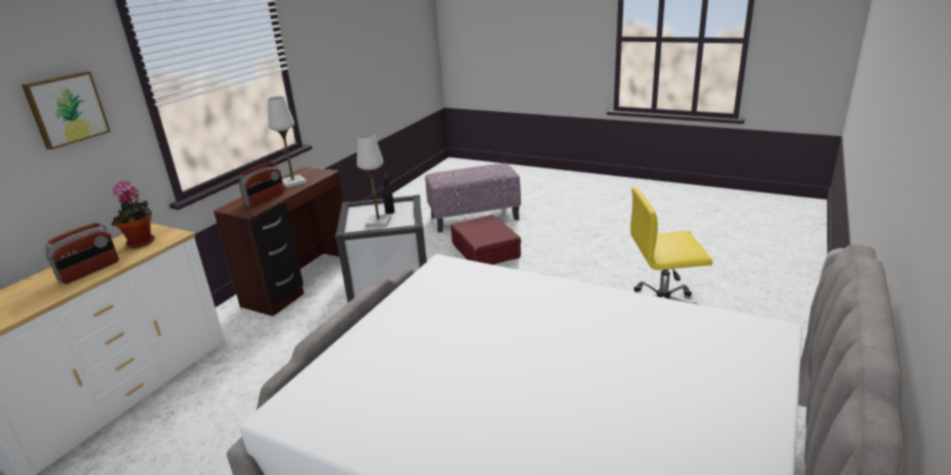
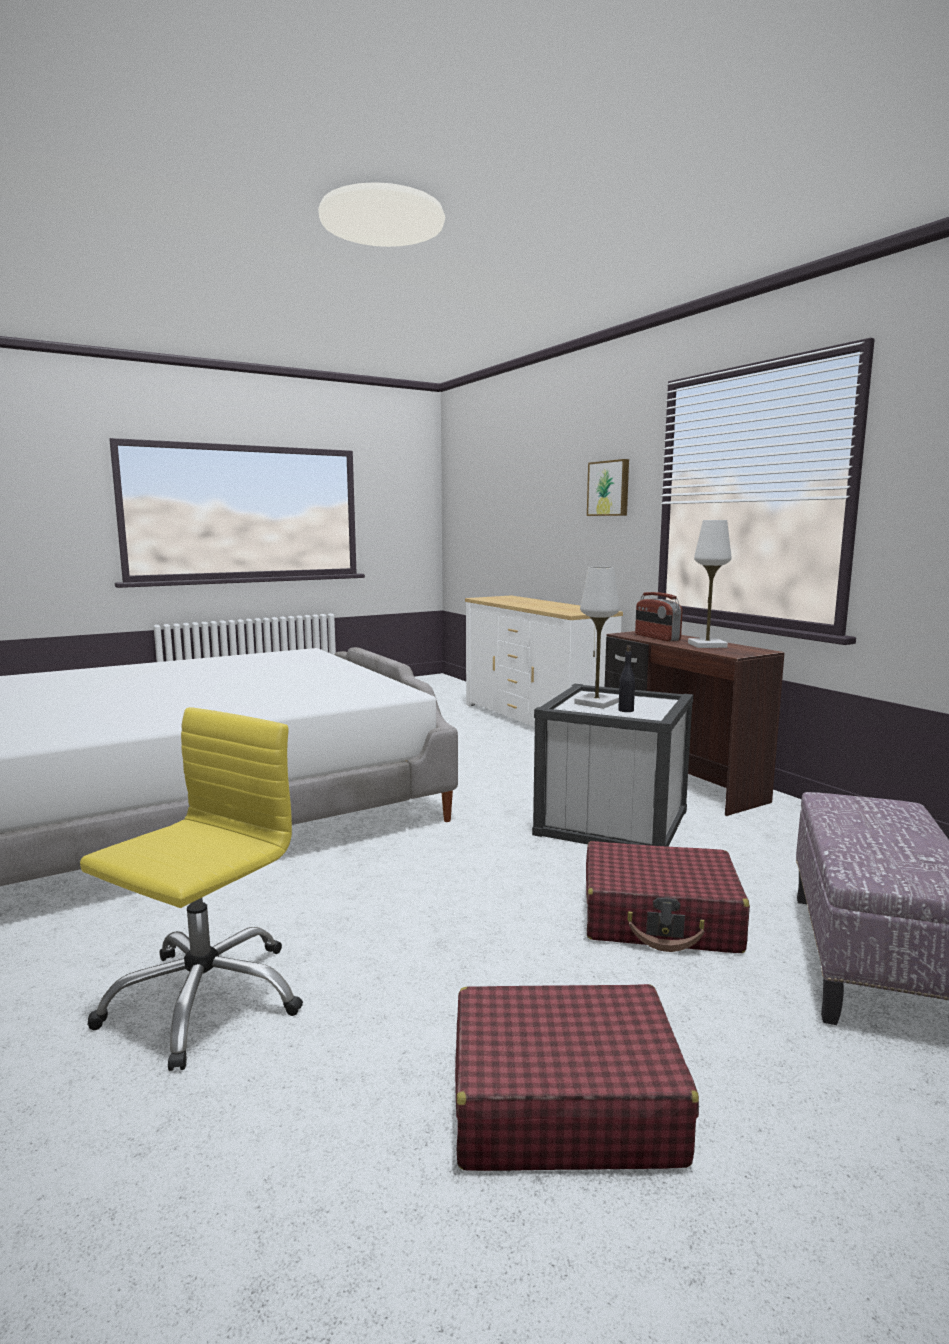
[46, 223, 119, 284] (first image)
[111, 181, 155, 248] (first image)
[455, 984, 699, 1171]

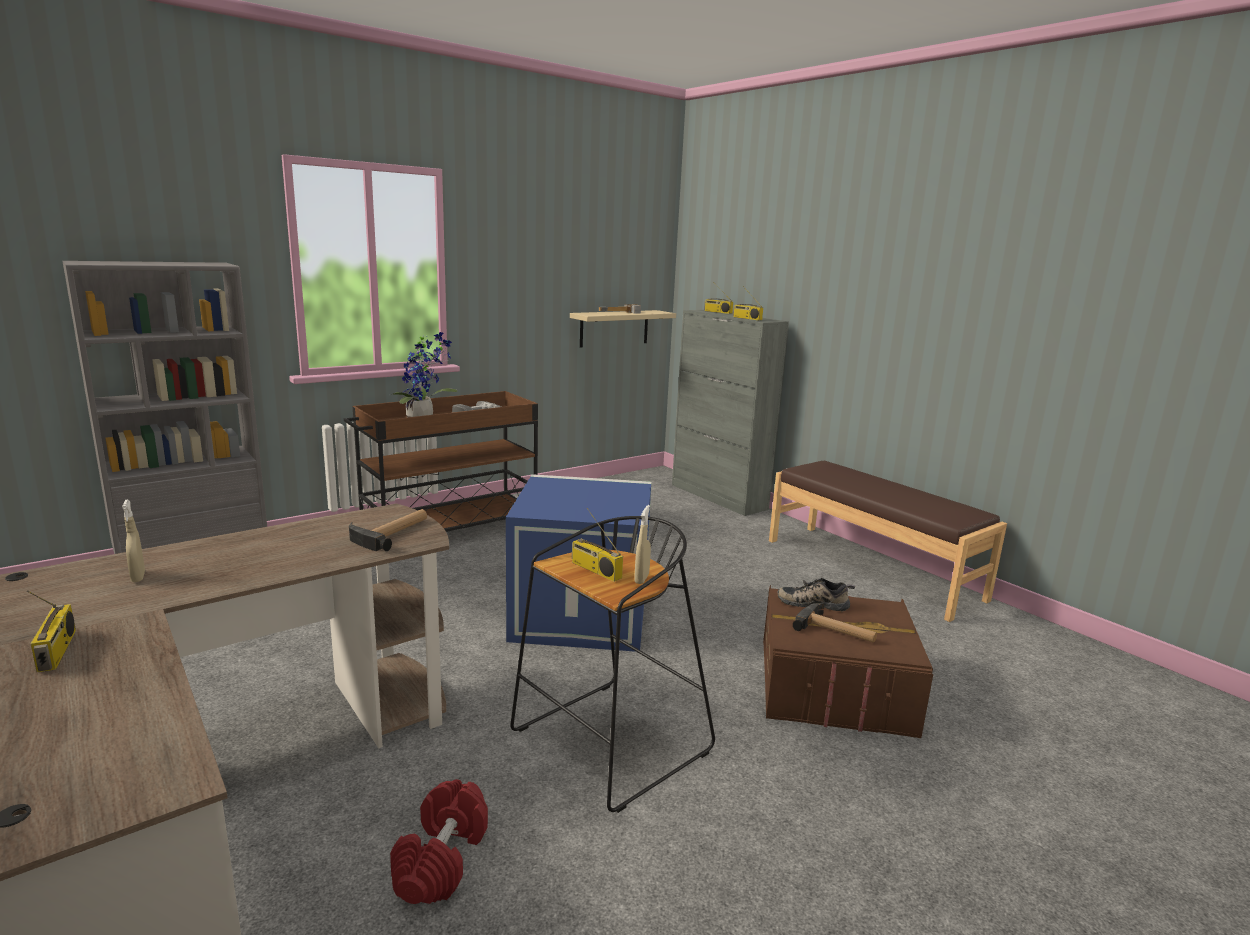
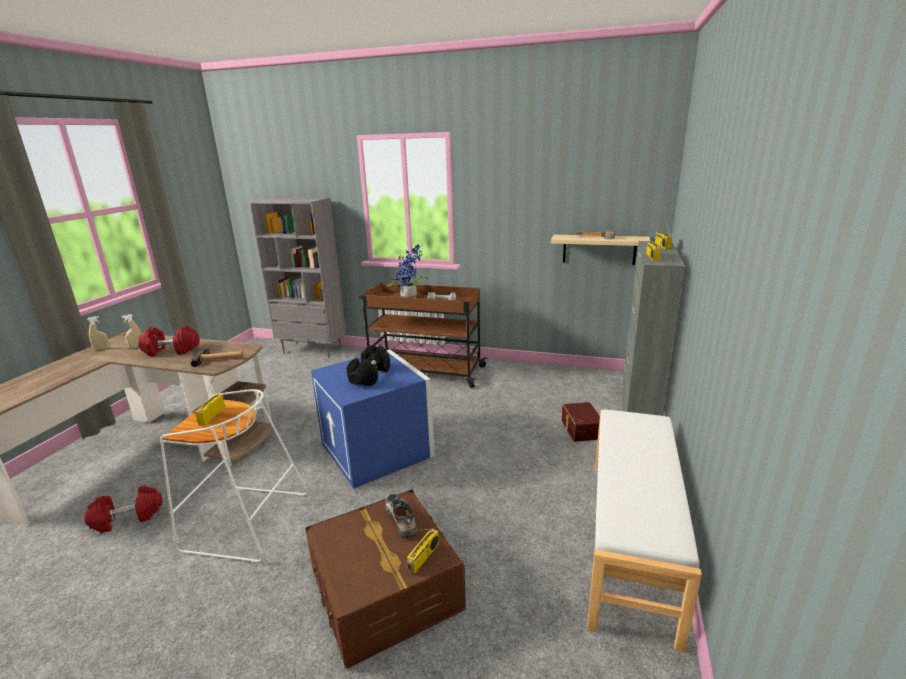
[407, 528, 439, 574]
[160, 389, 308, 564]
[87, 316, 110, 350]
[587, 409, 702, 653]
[793, 603, 877, 643] (first image)
[138, 325, 200, 356]
[347, 345, 390, 386]
[562, 402, 600, 442]

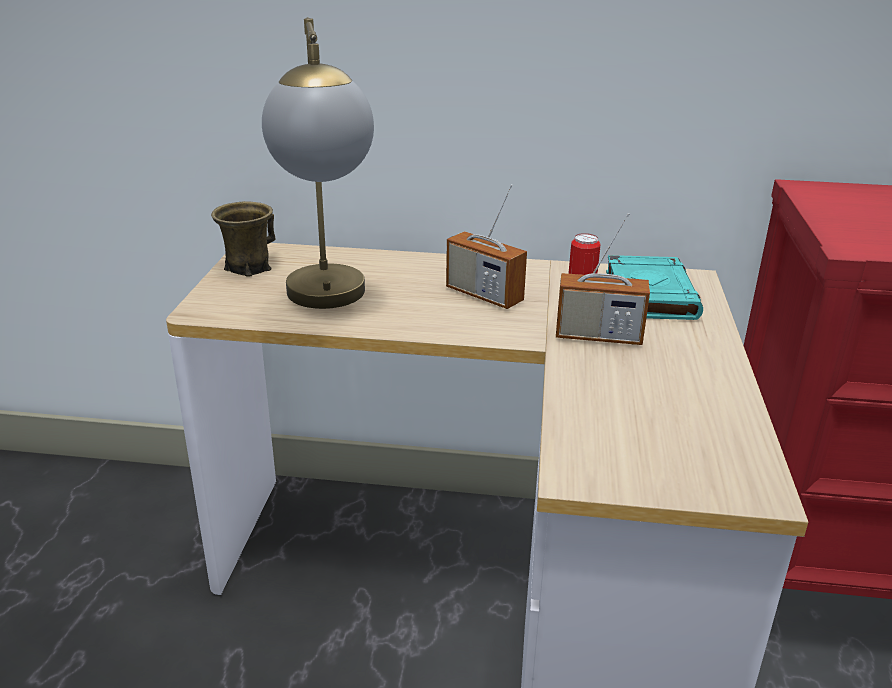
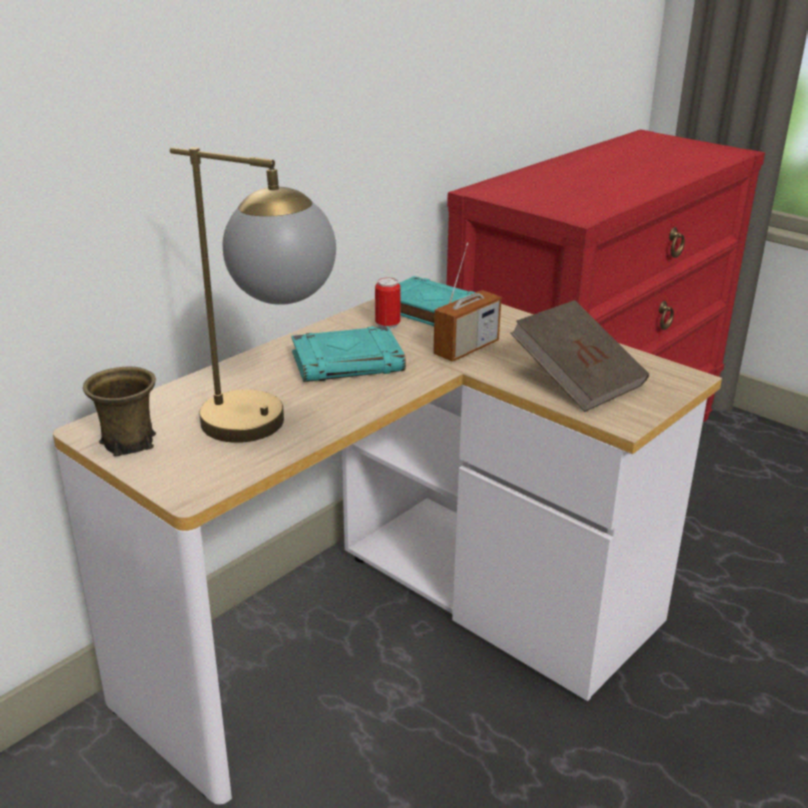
[291, 326, 406, 382]
[510, 300, 649, 412]

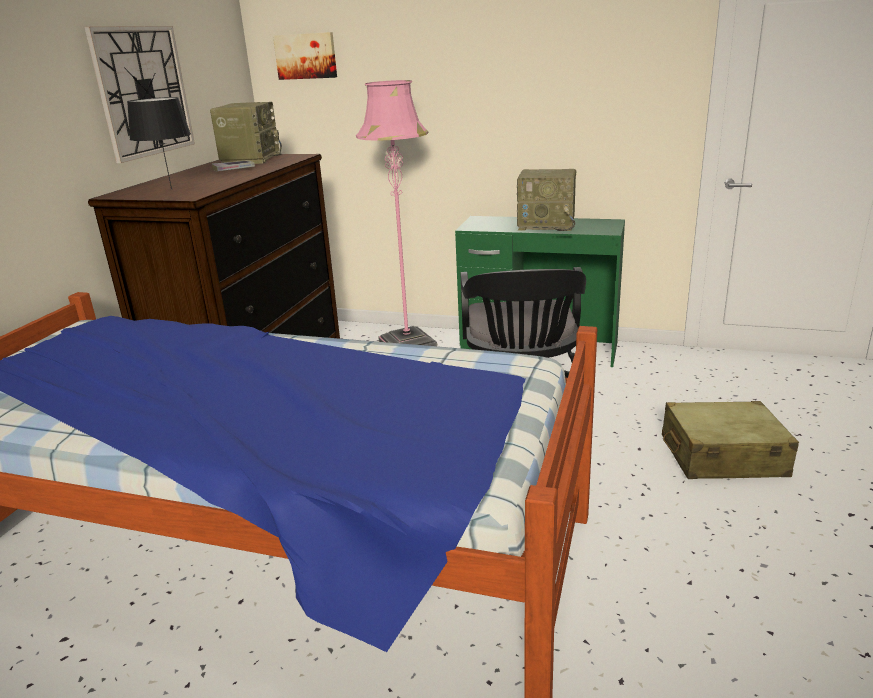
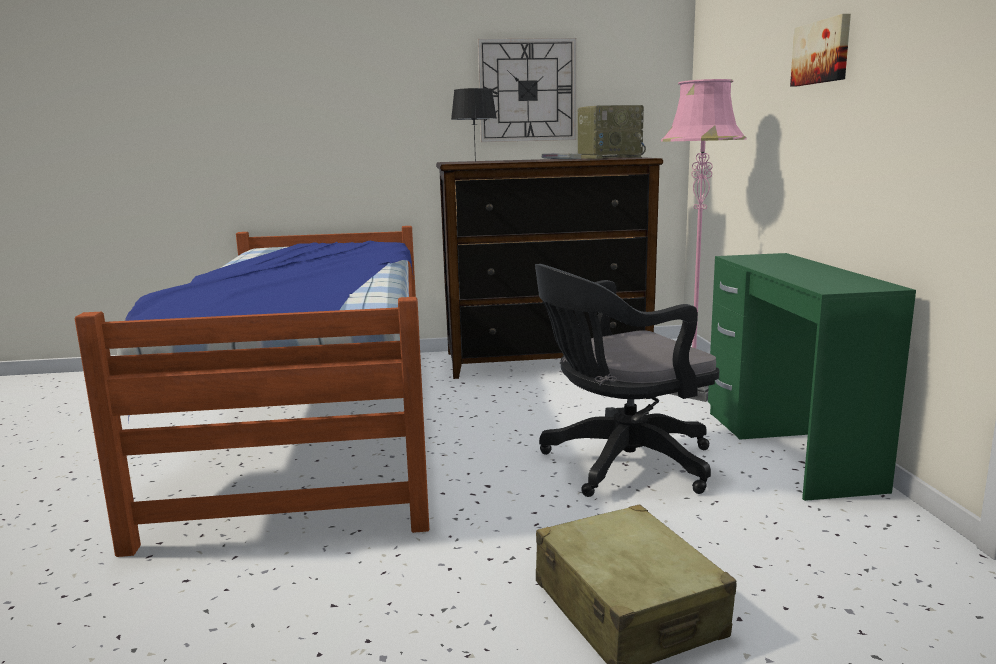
[790, 14, 851, 87]
[517, 169, 576, 231] (first image)

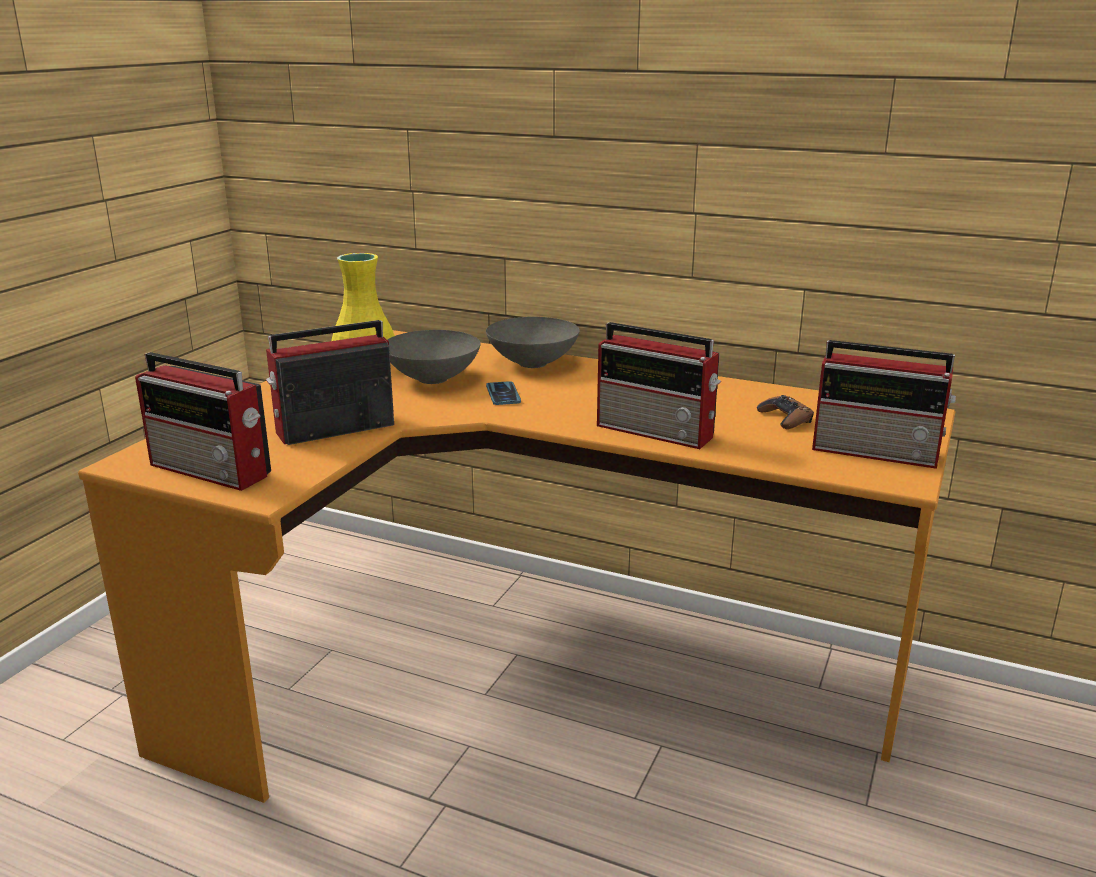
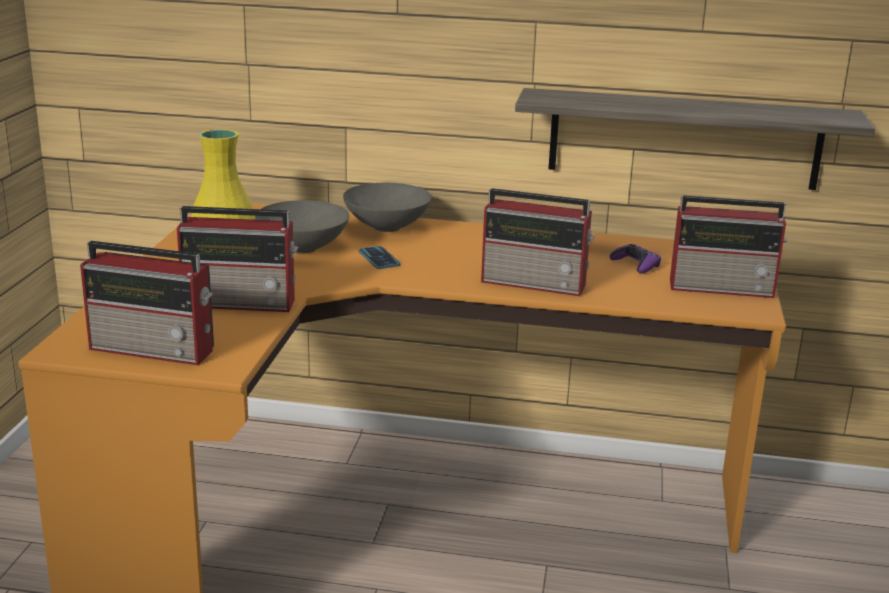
[177, 206, 298, 312]
[610, 244, 661, 274]
[515, 88, 875, 190]

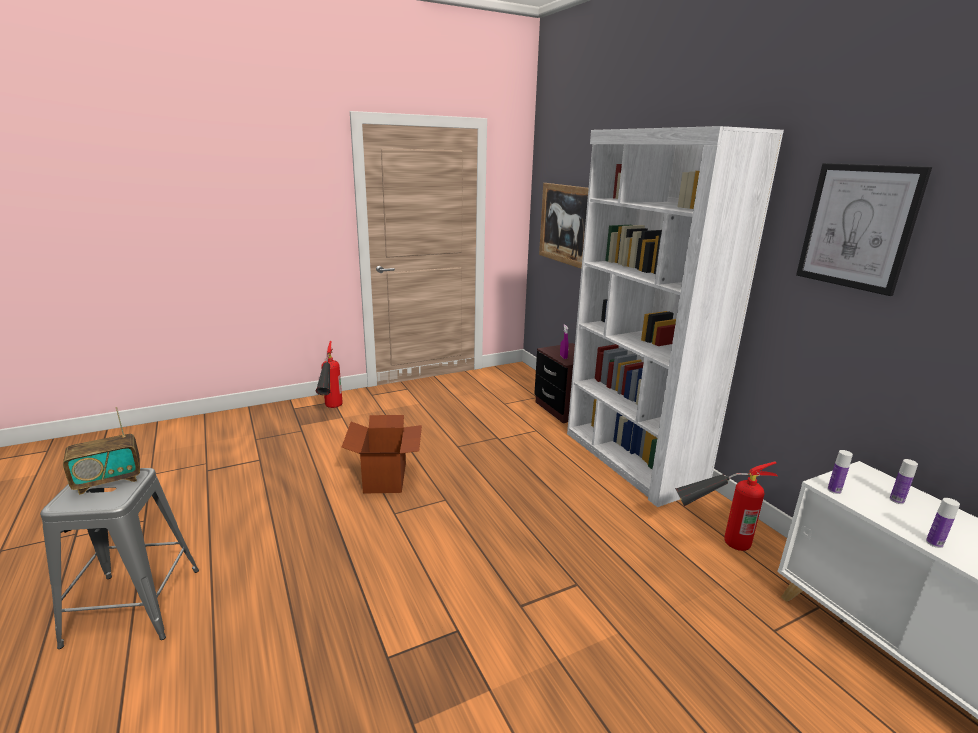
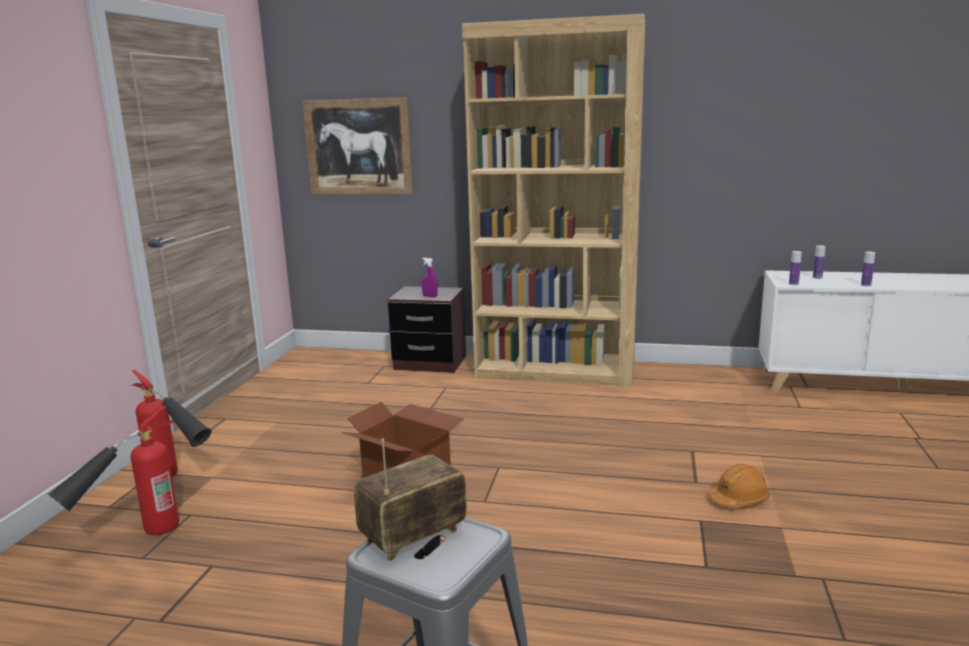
[354, 438, 467, 561]
[462, 14, 645, 387]
[48, 406, 179, 535]
[796, 163, 932, 296] (first image)
[709, 464, 770, 507]

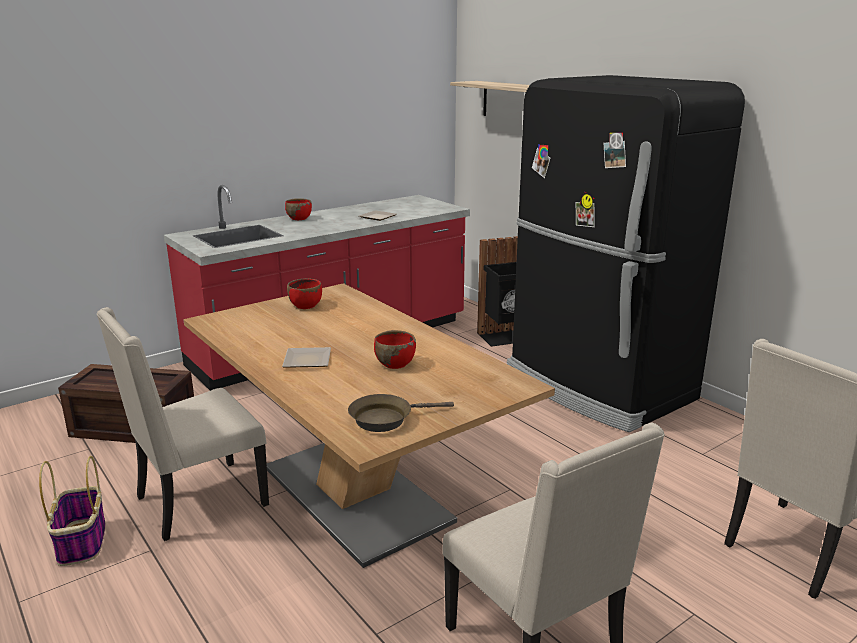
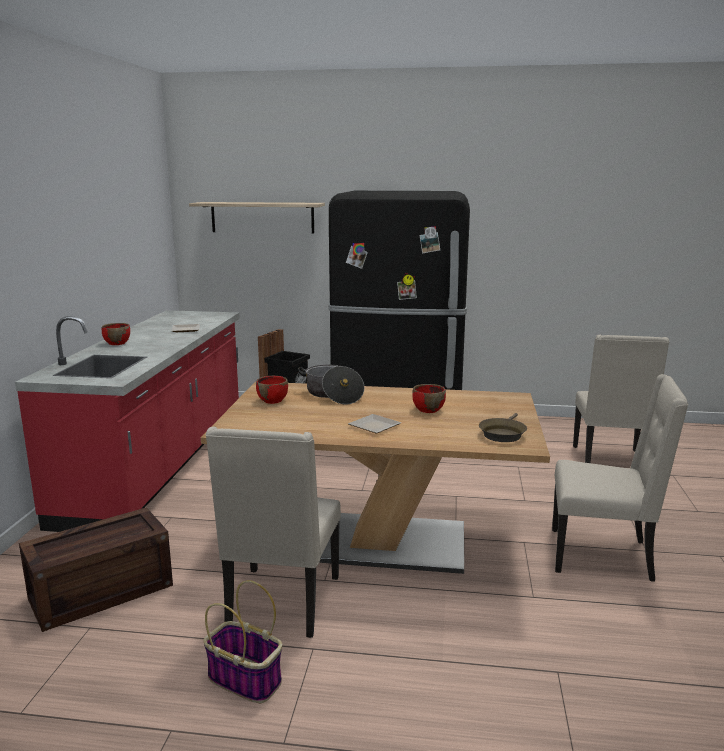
[298, 365, 364, 404]

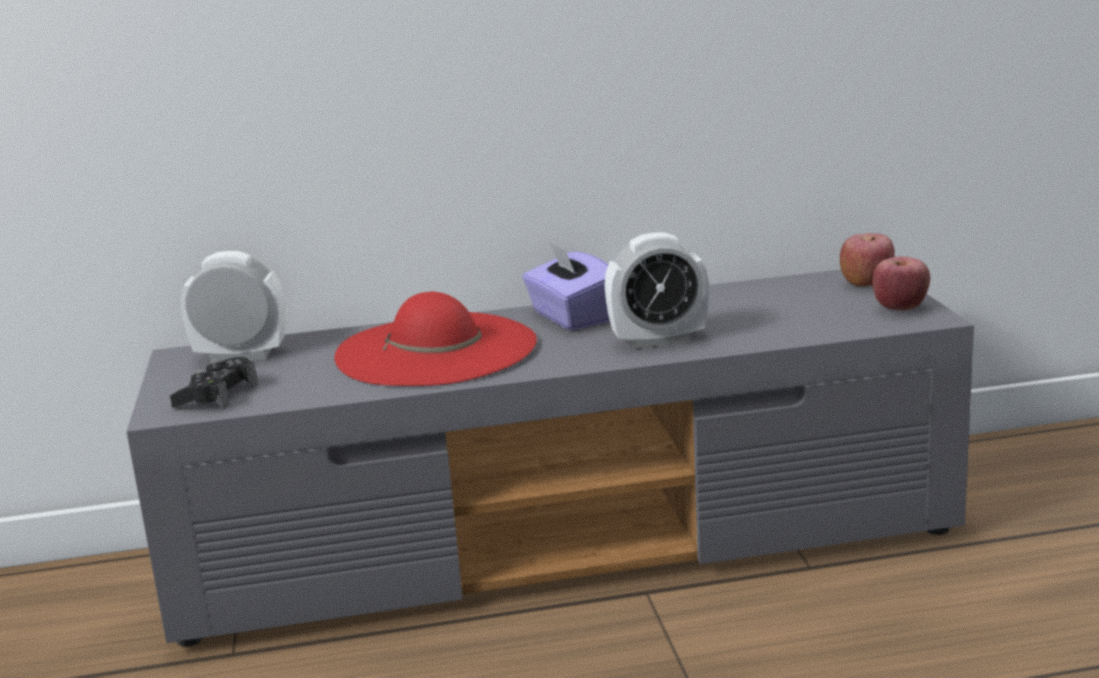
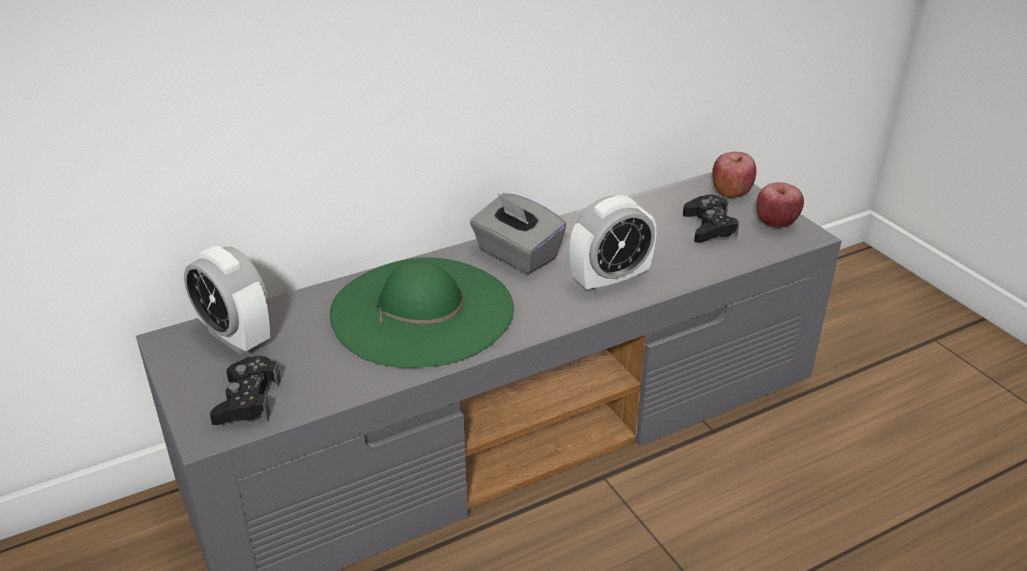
[184, 246, 270, 355]
[330, 257, 514, 368]
[470, 193, 566, 274]
[683, 195, 739, 243]

